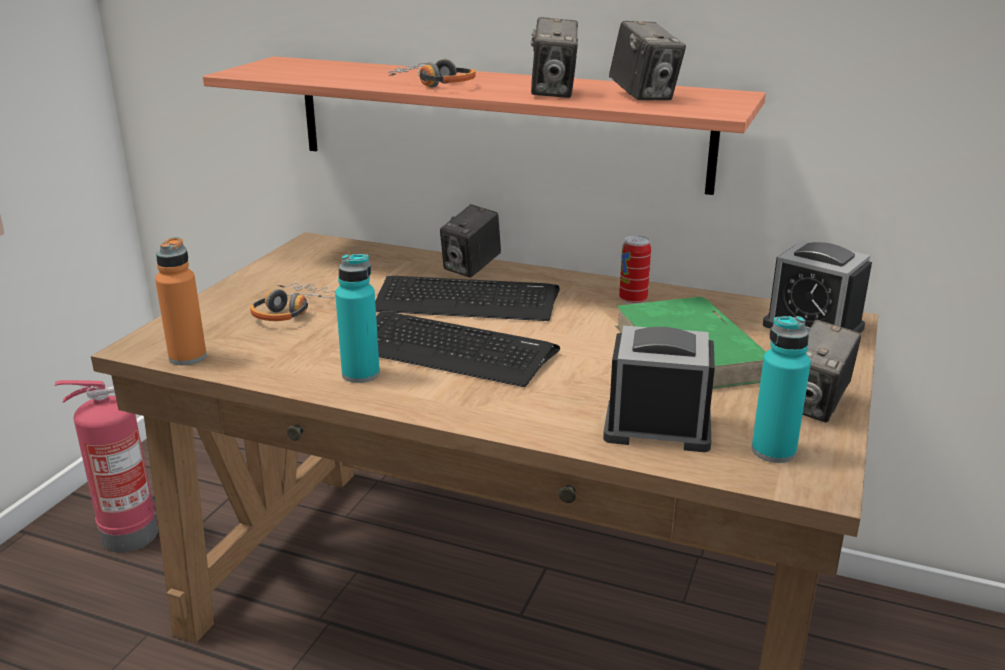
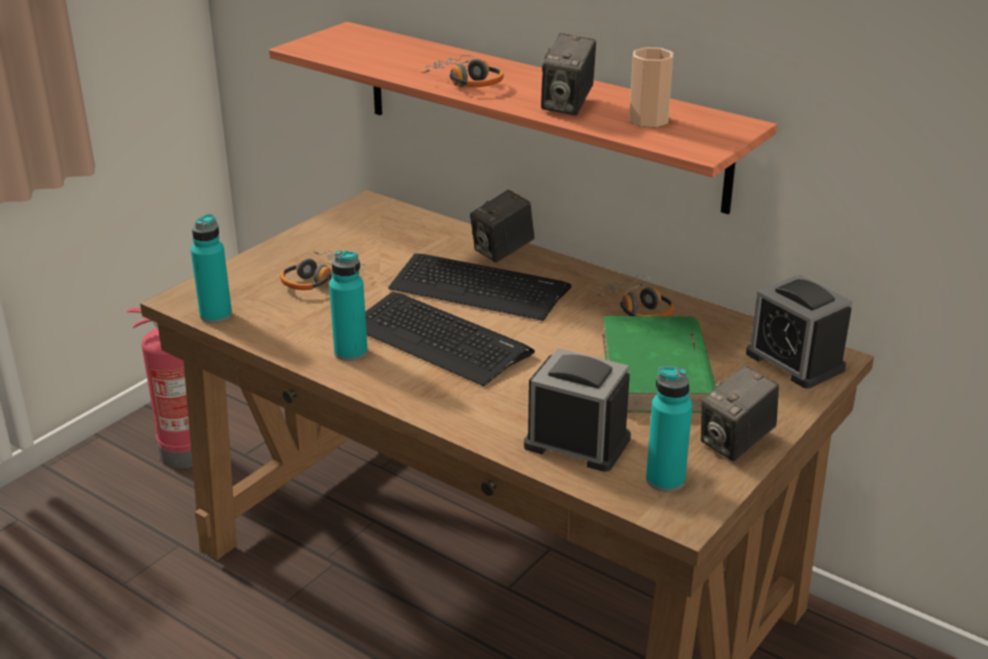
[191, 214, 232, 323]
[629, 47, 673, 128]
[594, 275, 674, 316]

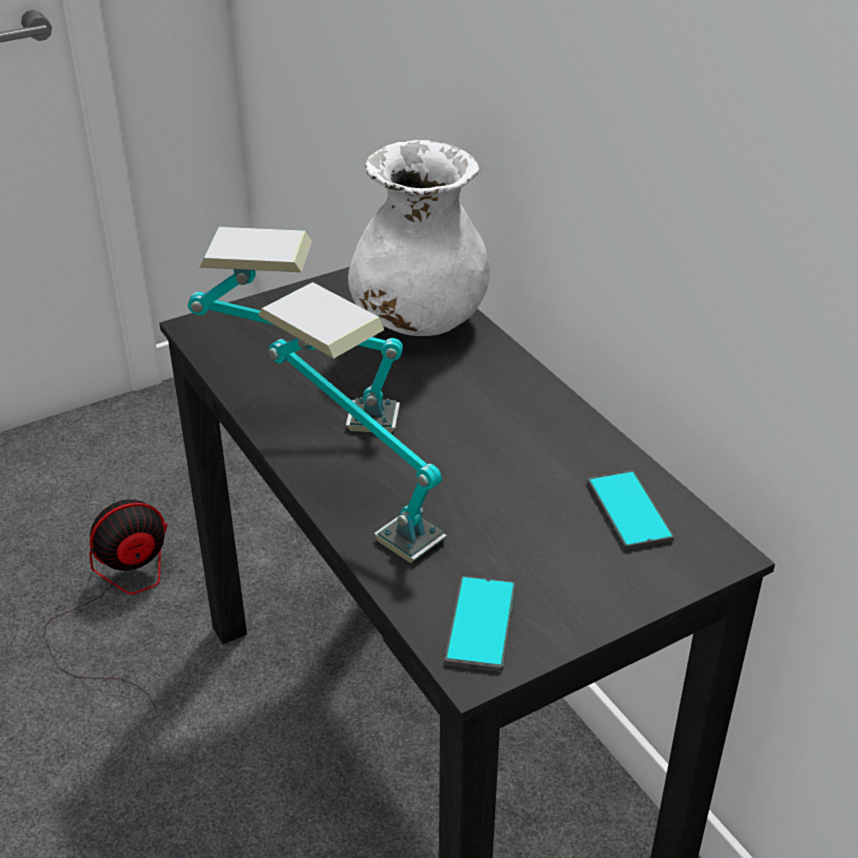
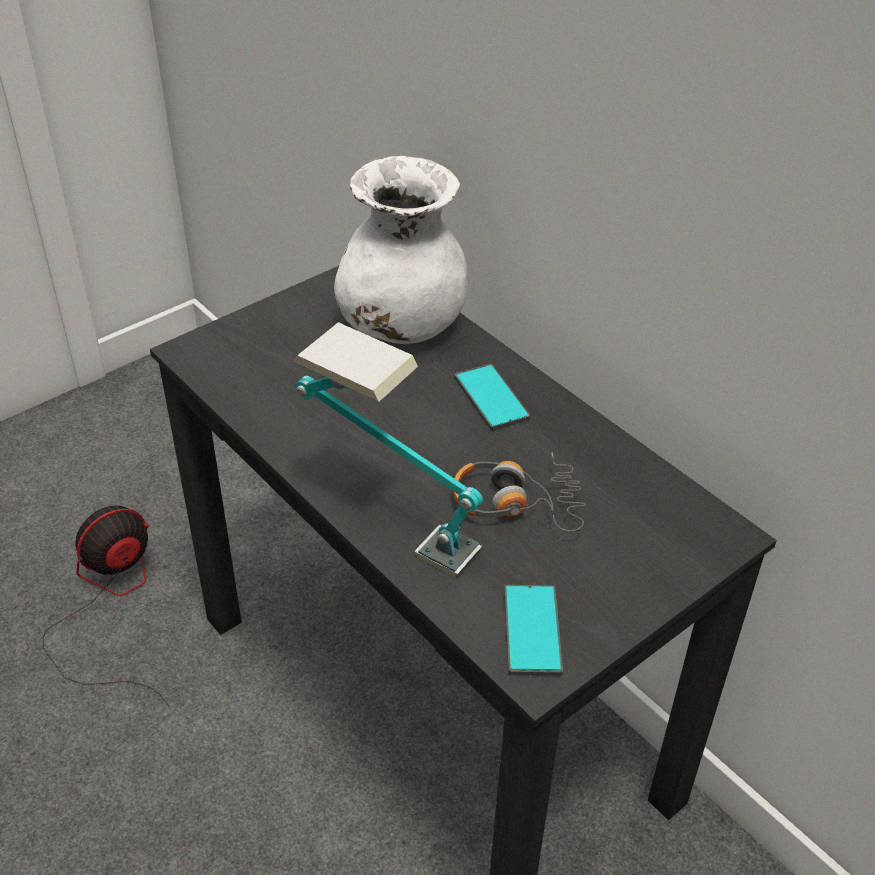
[188, 227, 403, 433] (first image)
[454, 364, 530, 430]
[453, 453, 586, 532]

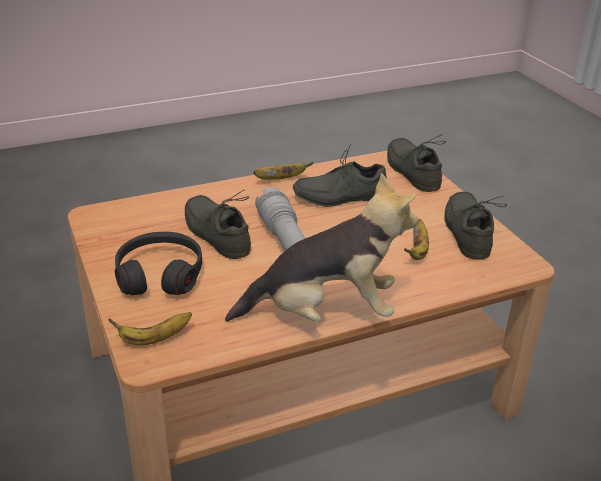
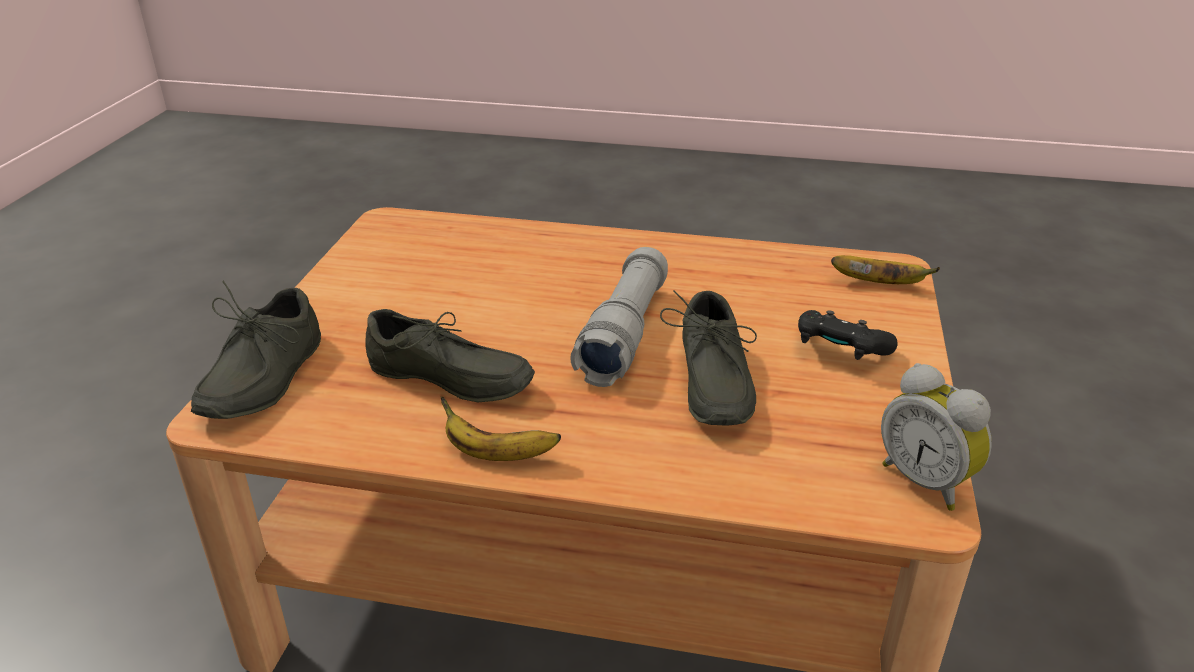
[798, 310, 898, 360]
[225, 172, 418, 322] (first image)
[404, 219, 429, 260] (first image)
[444, 192, 507, 259] (first image)
[881, 363, 992, 511]

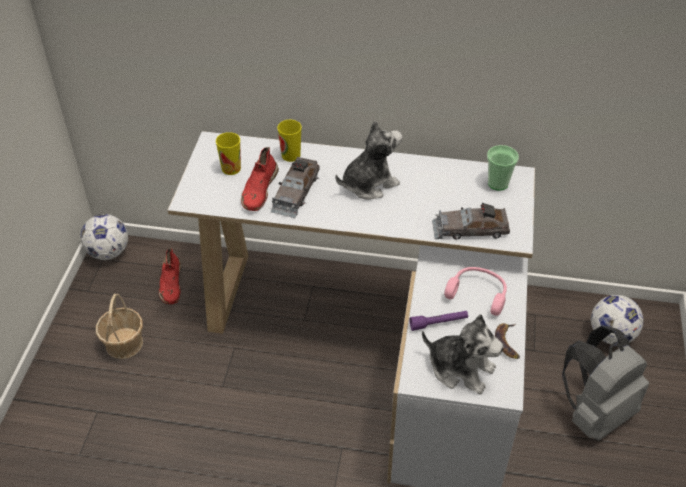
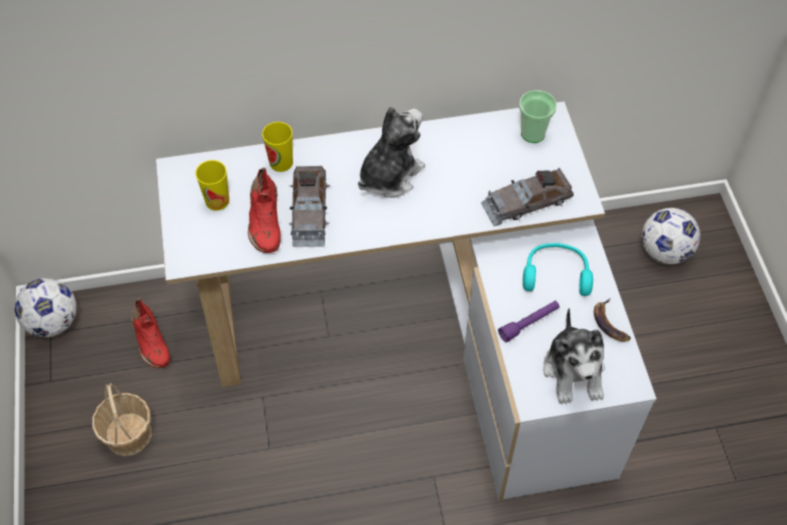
[543, 308, 605, 404]
[523, 243, 593, 296]
[562, 326, 649, 441] (first image)

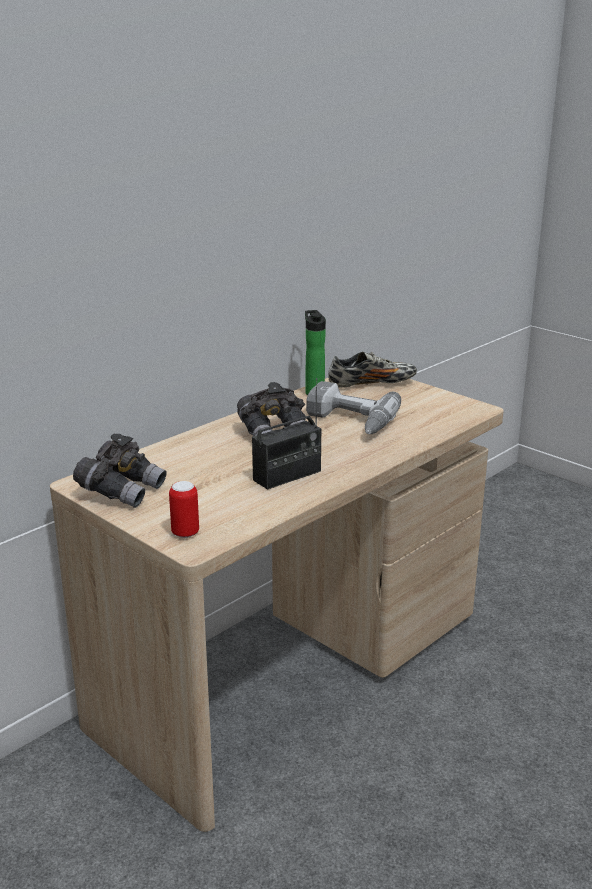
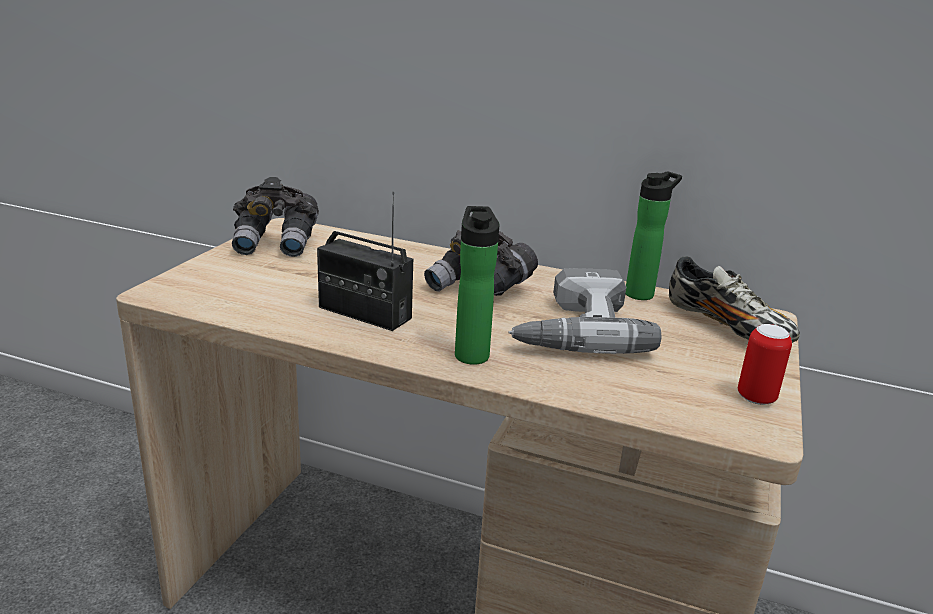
[738, 324, 792, 405]
[455, 206, 499, 365]

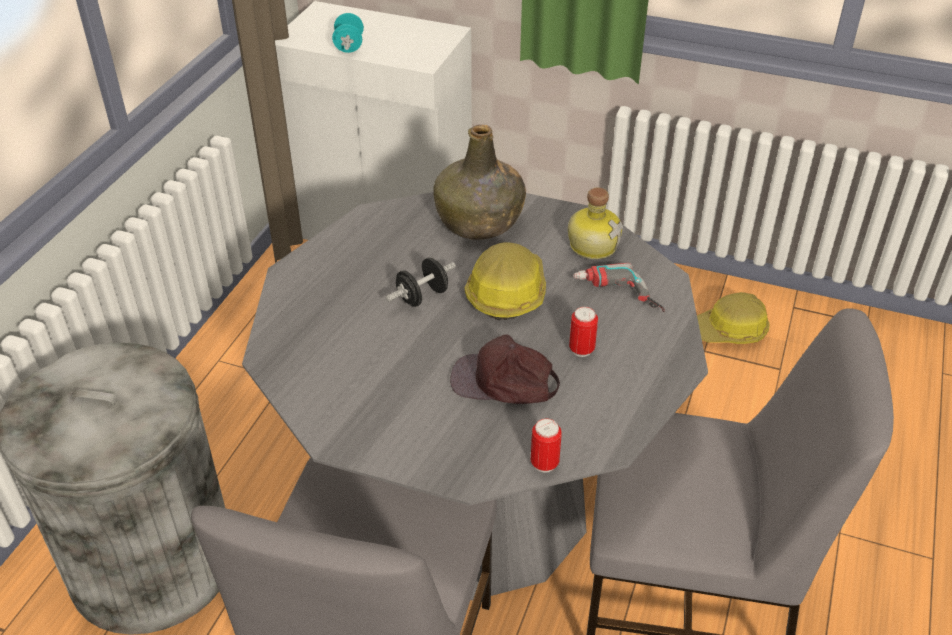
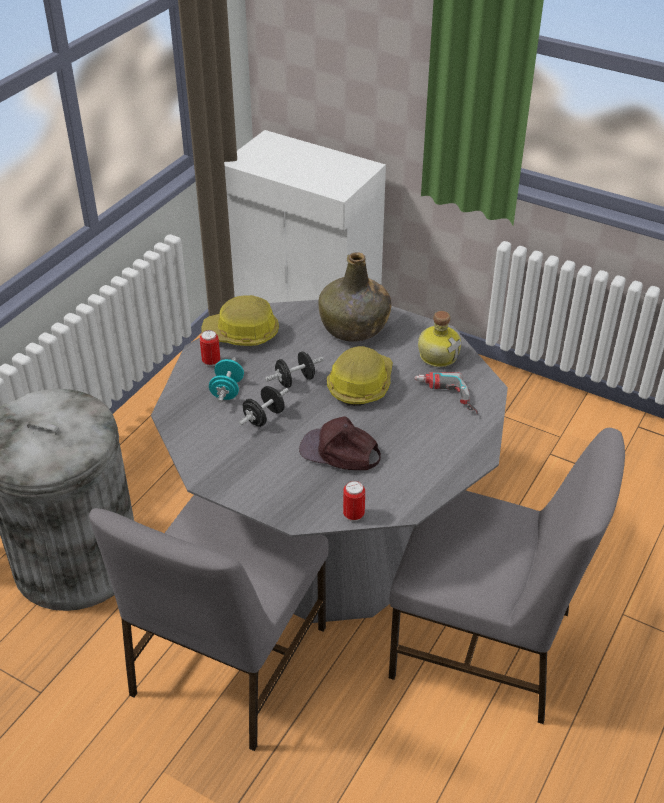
[209, 357, 244, 403]
[200, 330, 220, 367]
[201, 295, 279, 346]
[239, 386, 289, 427]

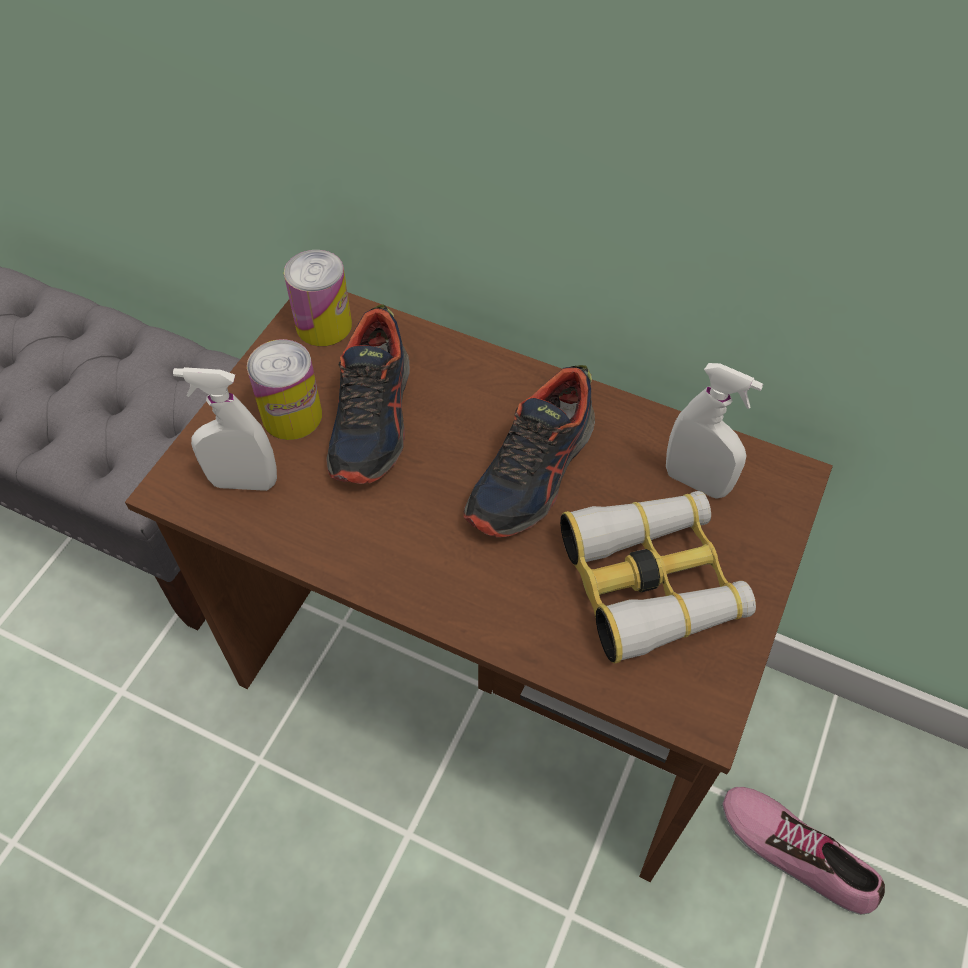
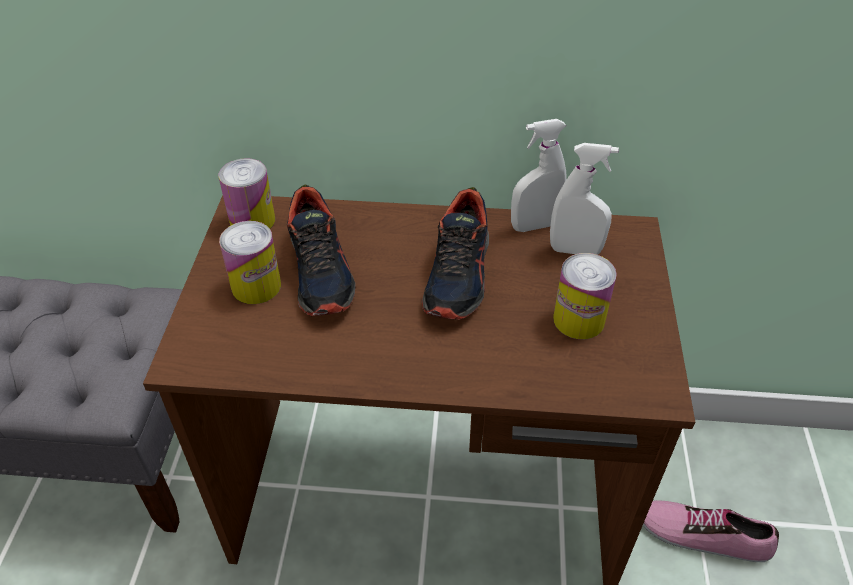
[511, 119, 567, 232]
[553, 253, 617, 339]

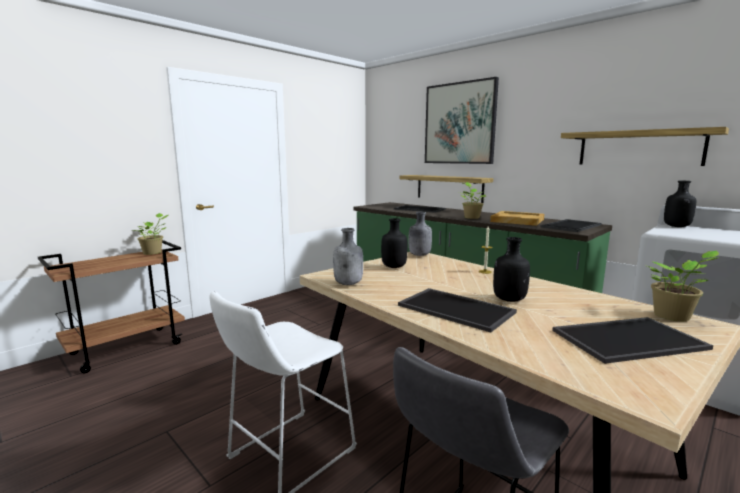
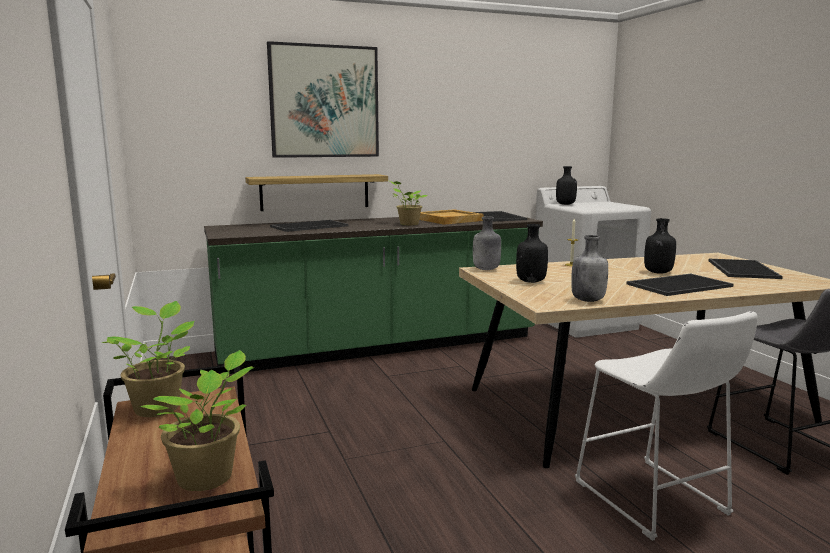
[561, 127, 729, 166] (first image)
[139, 350, 254, 491]

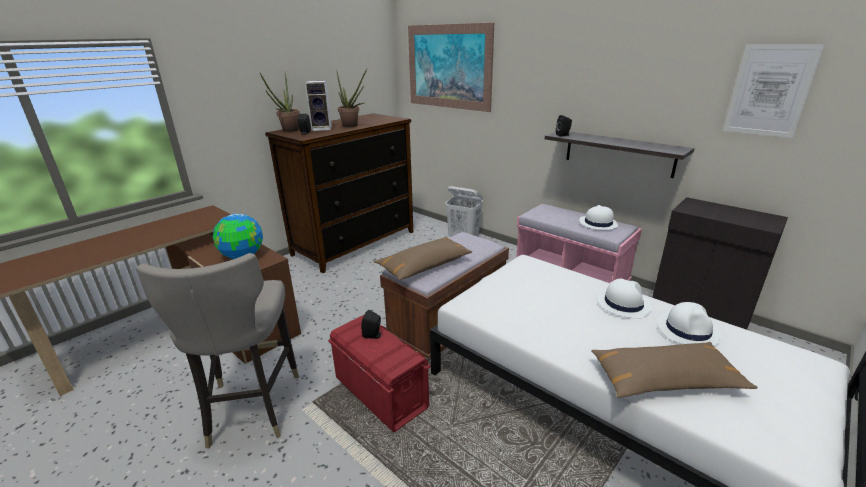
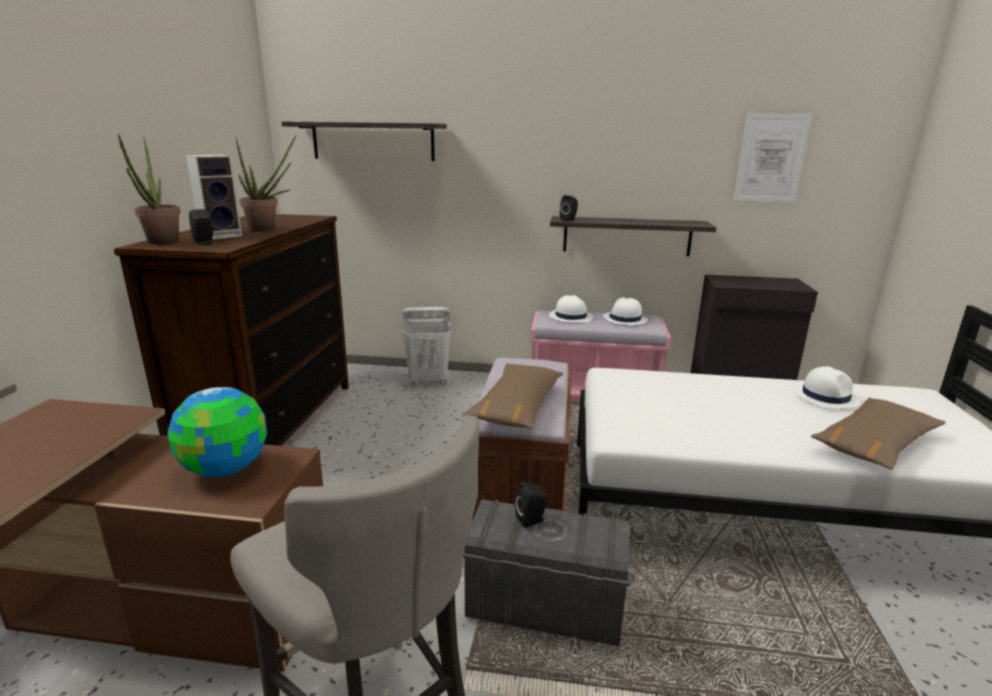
[463, 499, 631, 646]
[282, 121, 447, 161]
[549, 295, 593, 323]

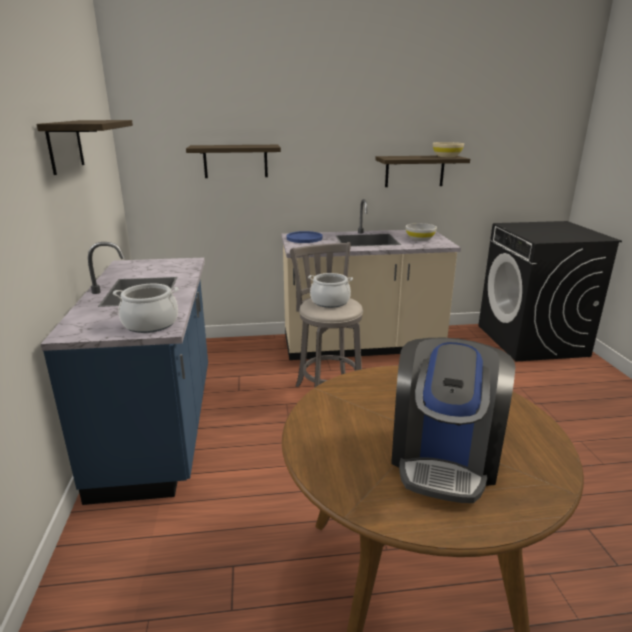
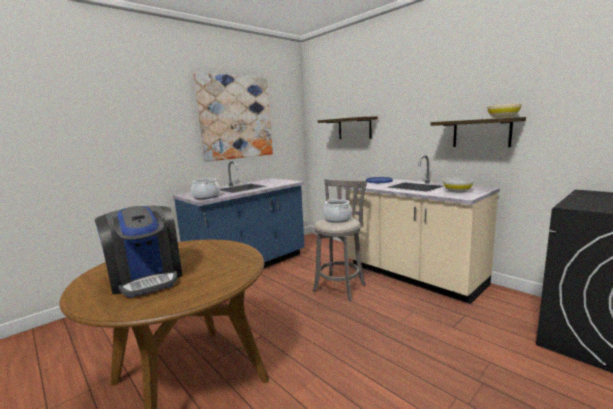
[193, 72, 273, 162]
[95, 206, 182, 297]

